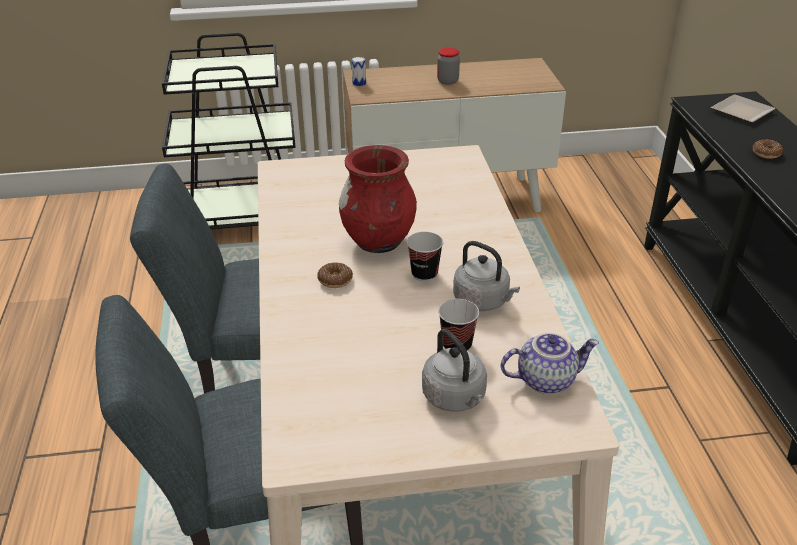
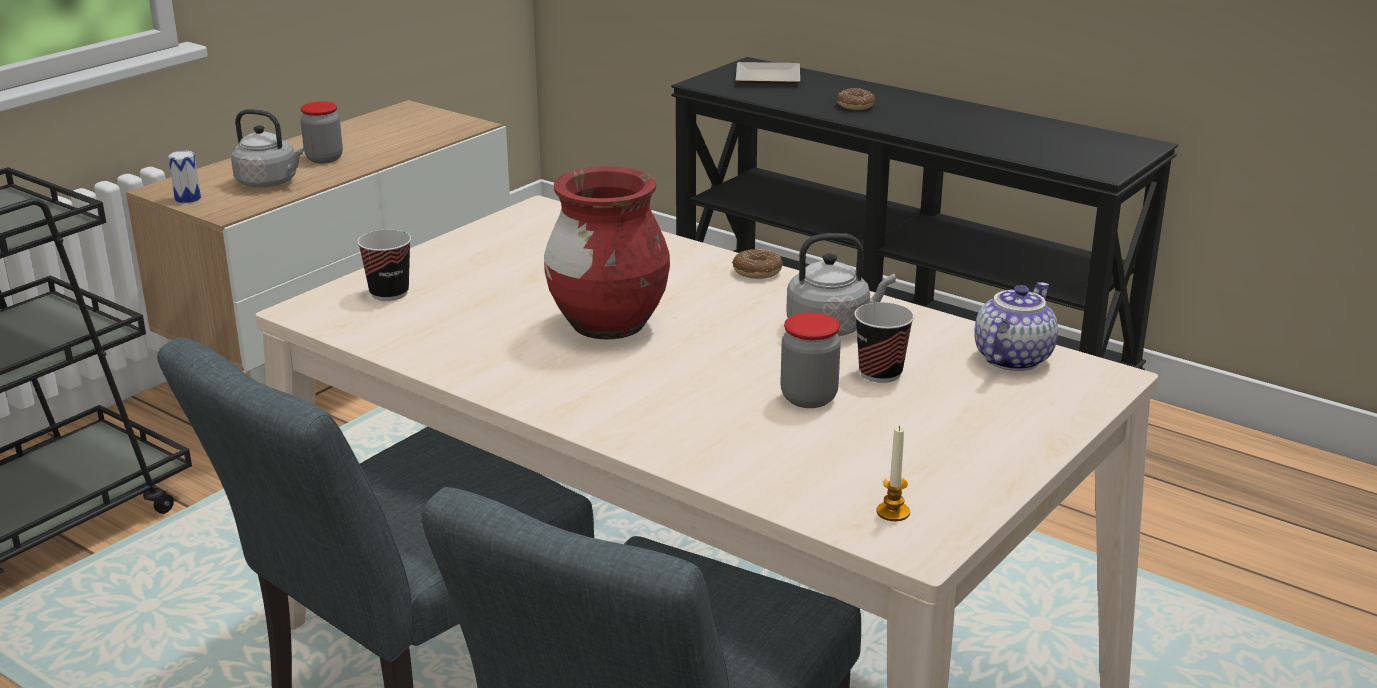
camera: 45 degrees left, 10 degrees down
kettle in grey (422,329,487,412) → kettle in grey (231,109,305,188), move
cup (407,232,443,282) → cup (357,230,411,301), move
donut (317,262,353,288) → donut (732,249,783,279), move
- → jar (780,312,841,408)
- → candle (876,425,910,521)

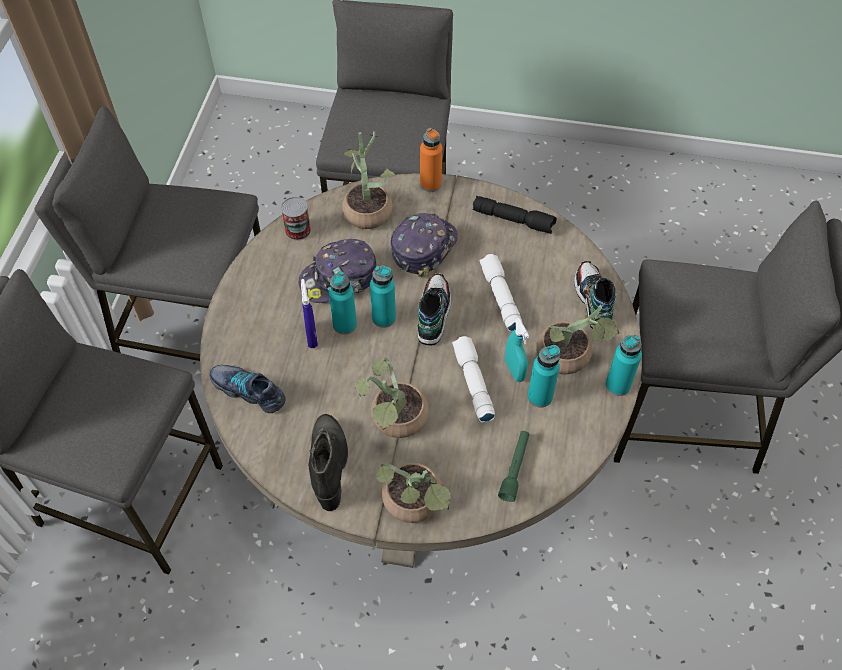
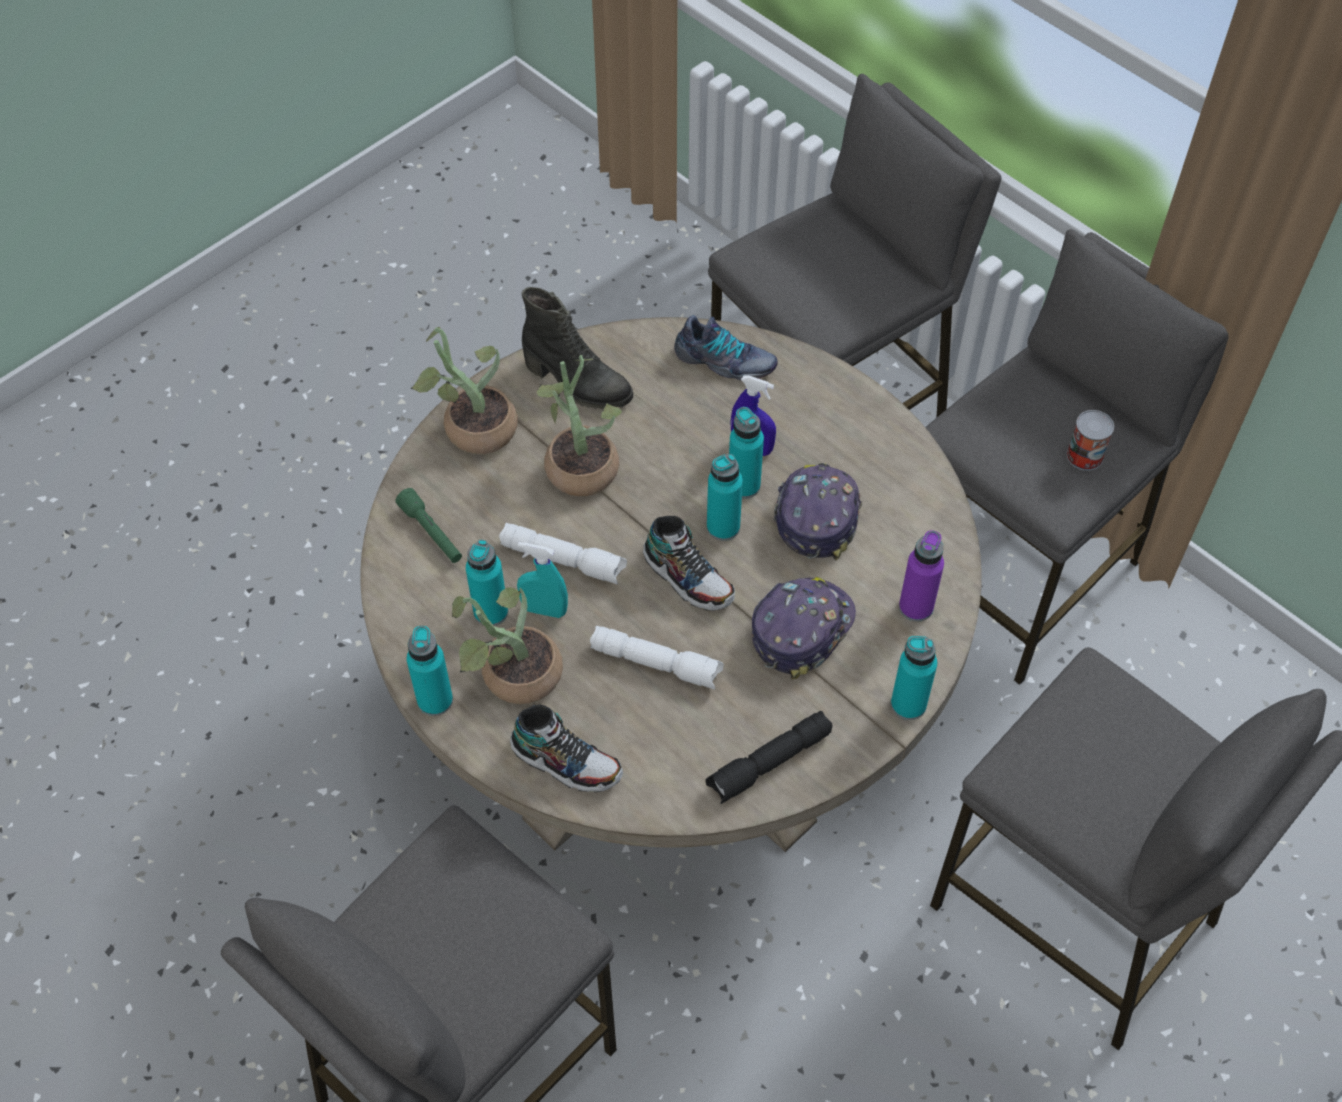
camera: 125 degrees right, 0 degrees up
shoe (210,365,286,413) → shoe (674,315,778,381), 45 degrees clockwise
cap (391,213,458,278) → cap (751,577,856,680), 120 degrees counterclockwise
bottle in orange (420,128,442,192) → bottle in turquoise (891,636,937,720)
potted plant (342,131,395,229) → bottle in purple (899,530,944,622)
can (281,197,311,240) → can (1067,410,1114,471), move

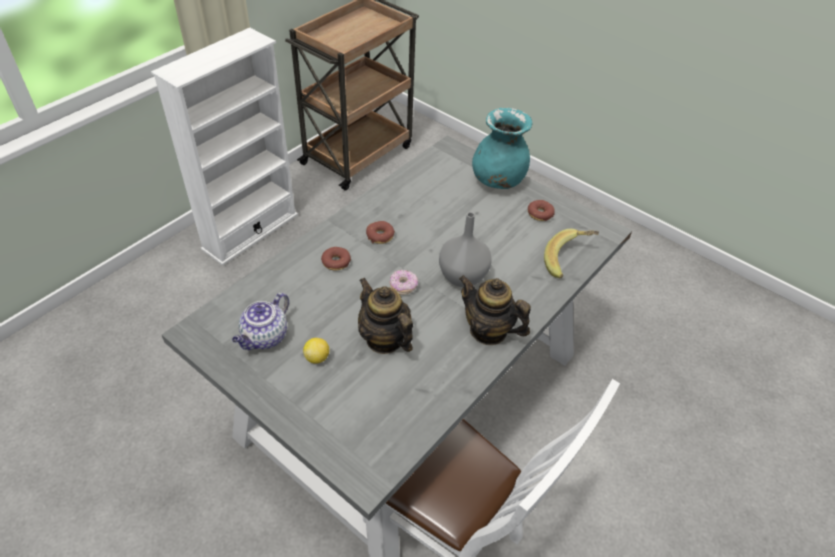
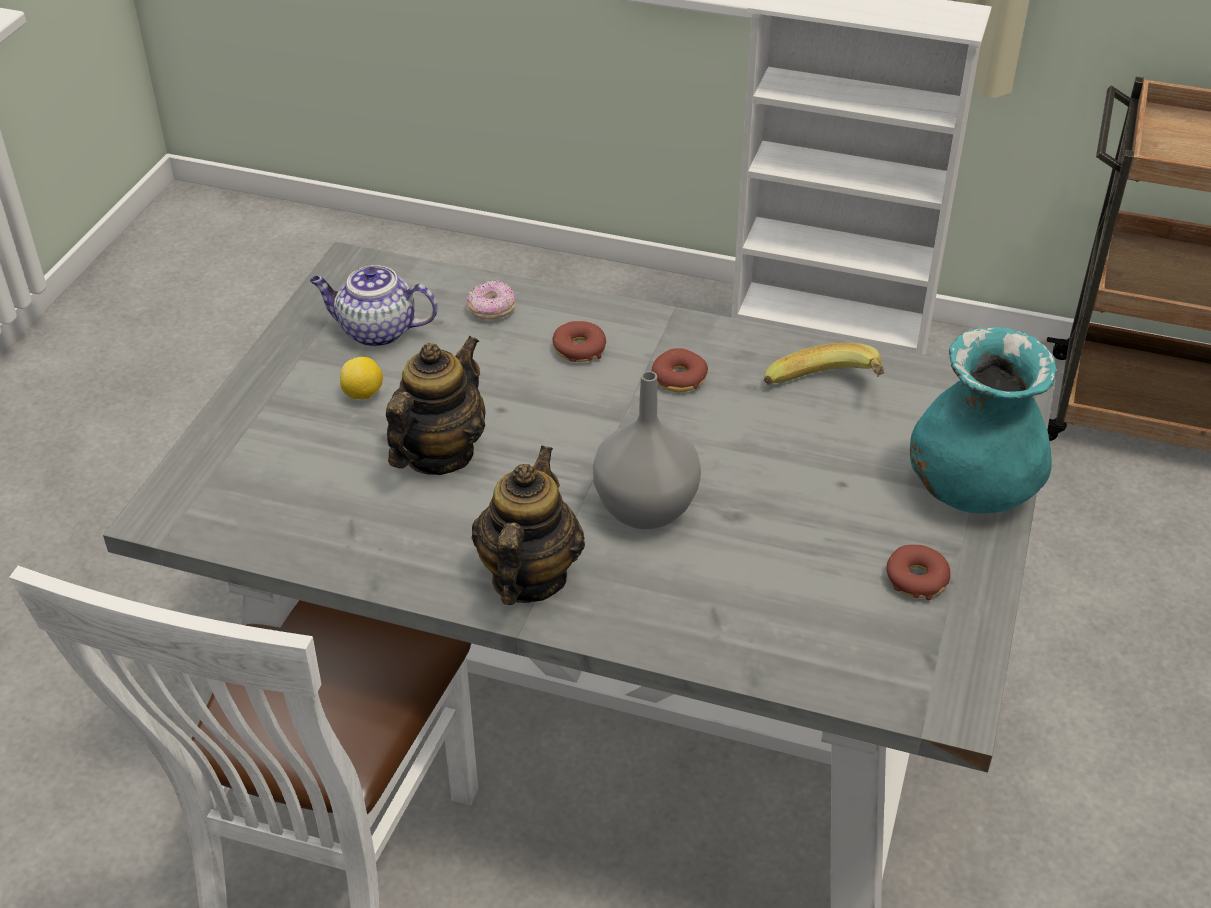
camera: 70 degrees right, 5 degrees down
donut (390,270,418,295) → donut (466,280,515,320), move
banana (544,229,599,278) → banana (764,343,884,385), move

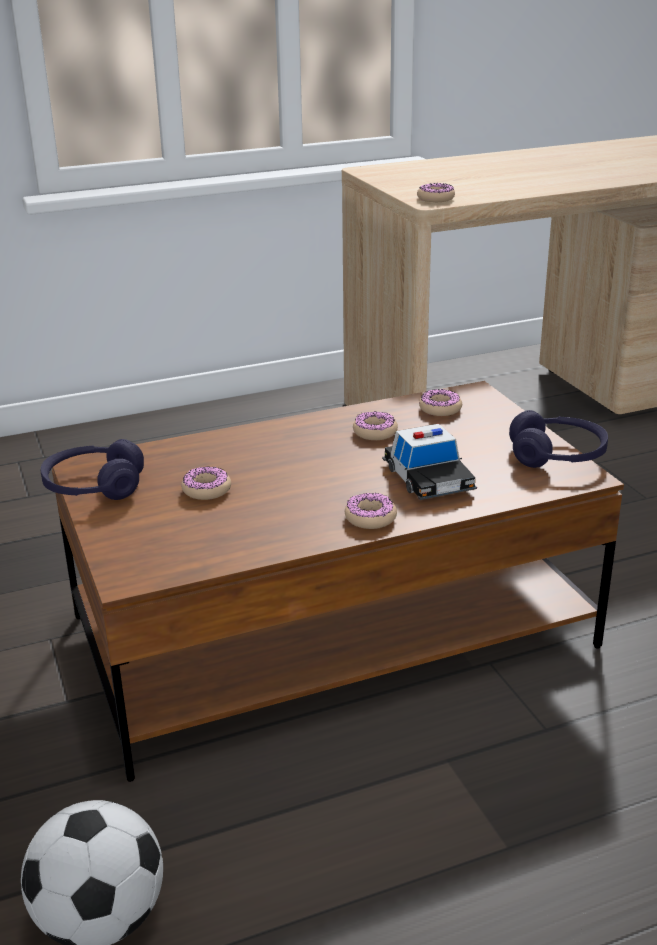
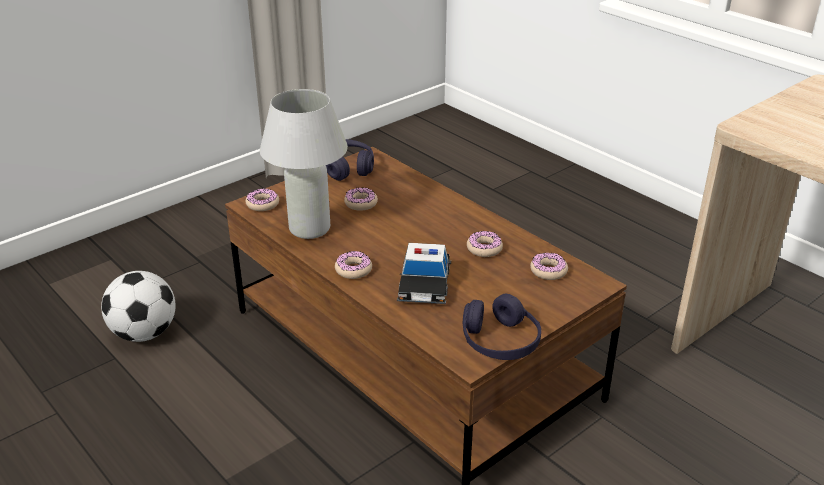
camera: 70 degrees right, 5 degrees up
donut (417,183,455,202) → donut (246,189,279,211), move
- → table lamp in white (260,89,348,239)
toy car (382,424,477,500) → toy car (397,243,451,304), 45 degrees counterclockwise

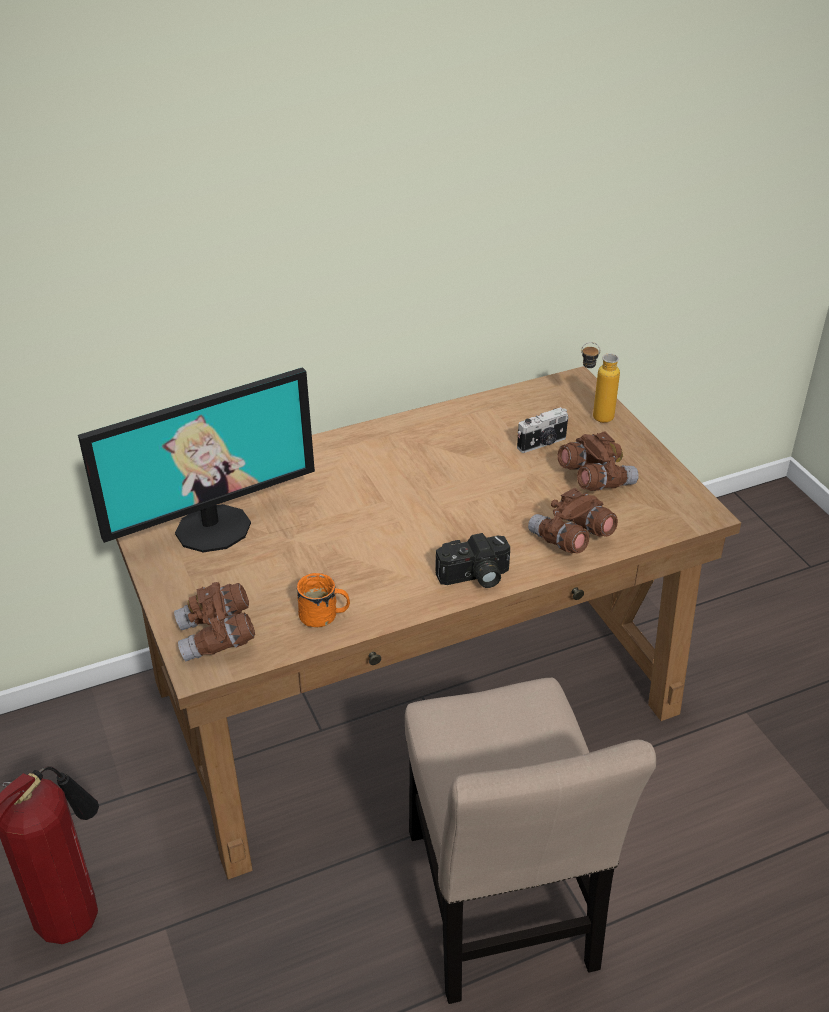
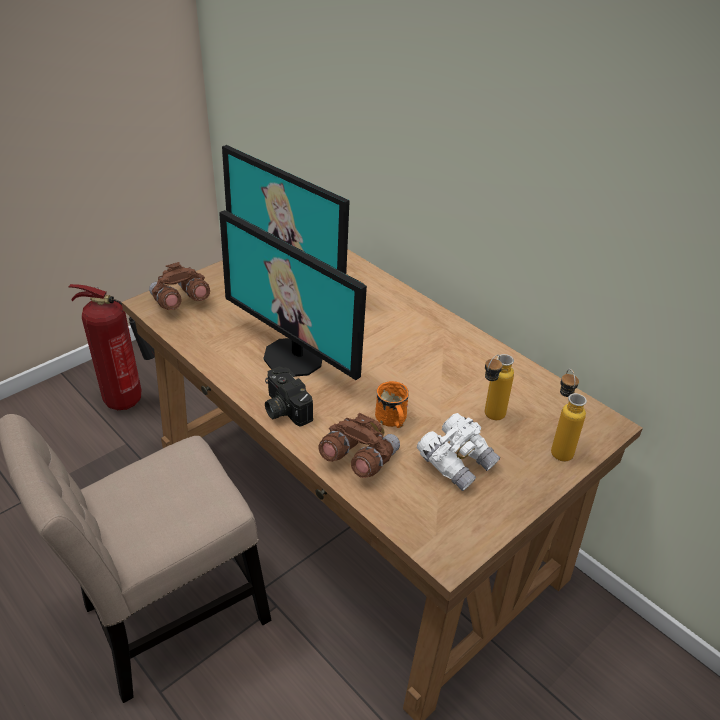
camera: 70 degrees right, 0 degrees up
- → monitor (219,210,367,380)
mug in orange (297,573,350,627) → mug in orange (375,381,409,428), move
binoculars in brown (557,432,639,491) → binoculars in white (417,413,500,491)
photo camera (517,407,569,453) → bottle (485,354,514,420)

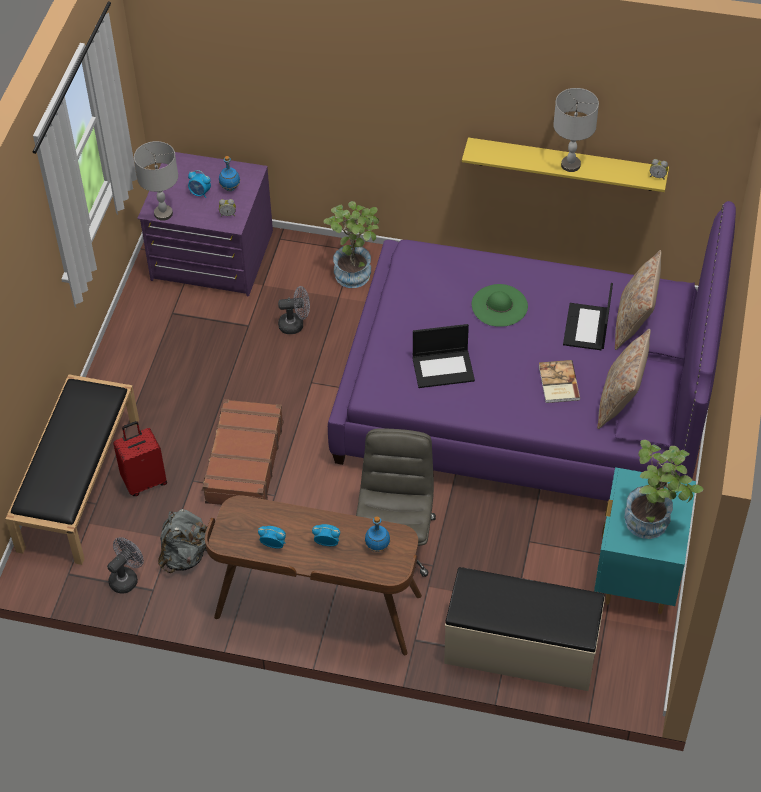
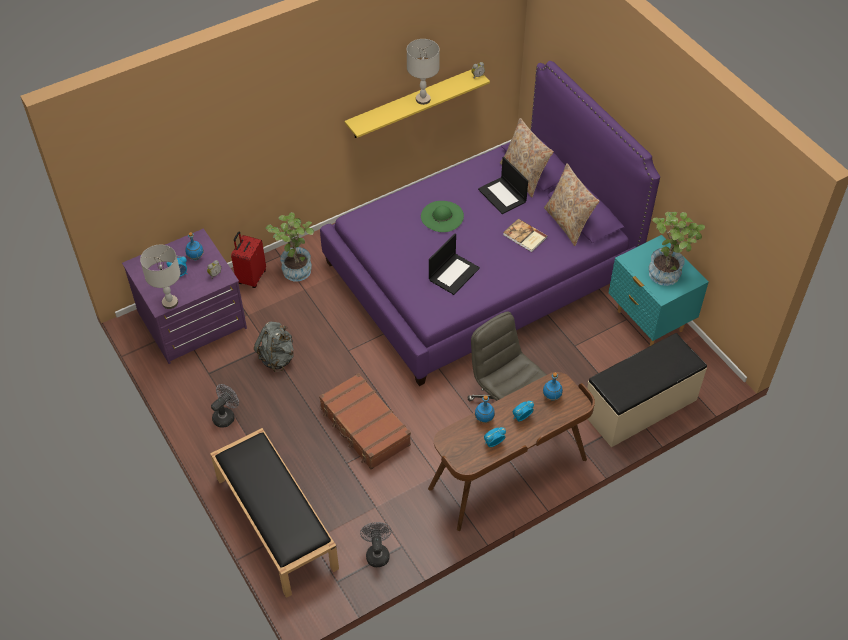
camera: 45 degrees left, 0 degrees up
fan in grey (278,286,310,334) → fan in grey (211,384,239,428), move
suitcase in red (113,421,167,496) → suitcase in red (231,232,266,288), move
backpack in grey (158,509,207,573) → backpack in grey (254,322,294,372), move
- → bottle in blue (475,395,495,423)

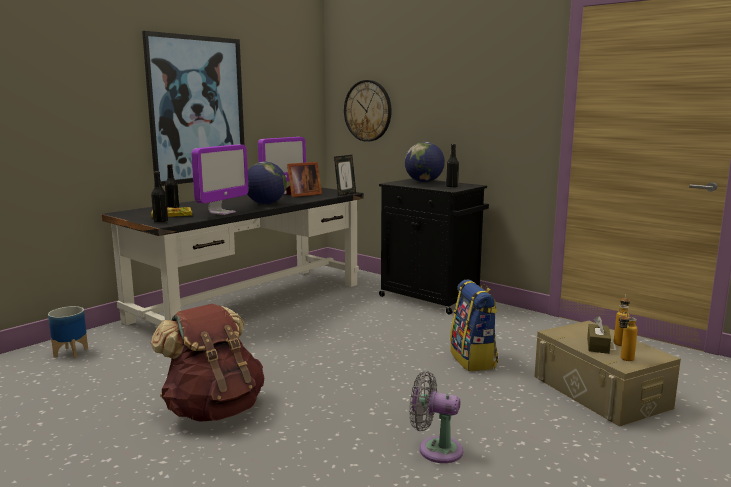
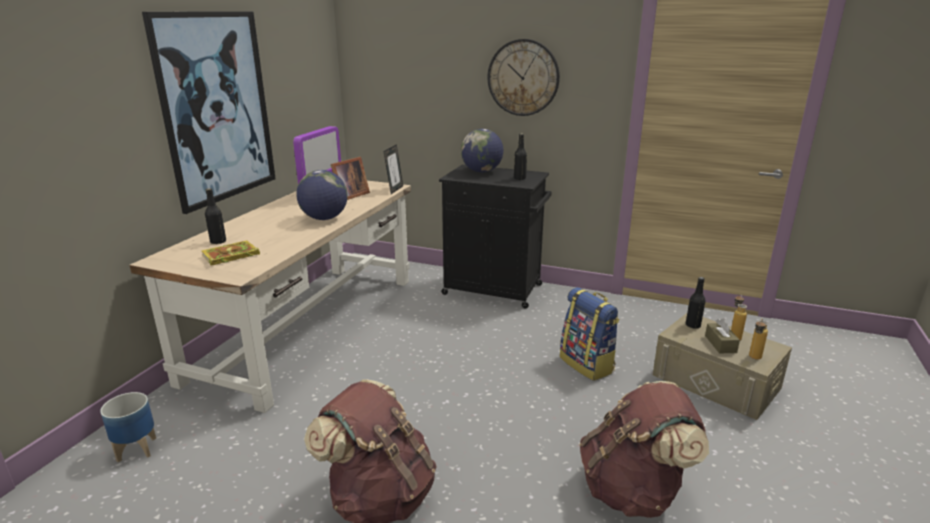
camera: 20 degrees left, 10 degrees up
desk in black (101,187,363,326) → desk in beige (129,181,411,413)
wall clock (344,80,392,142) → wall clock (487,39,560,116), move
fan in grey (409,371,463,463) → backpack in brown (579,381,709,518)
bottle in black (151,171,168,222) → bottle in black (686,277,706,329), move
monitor (192,145,248,215) → -

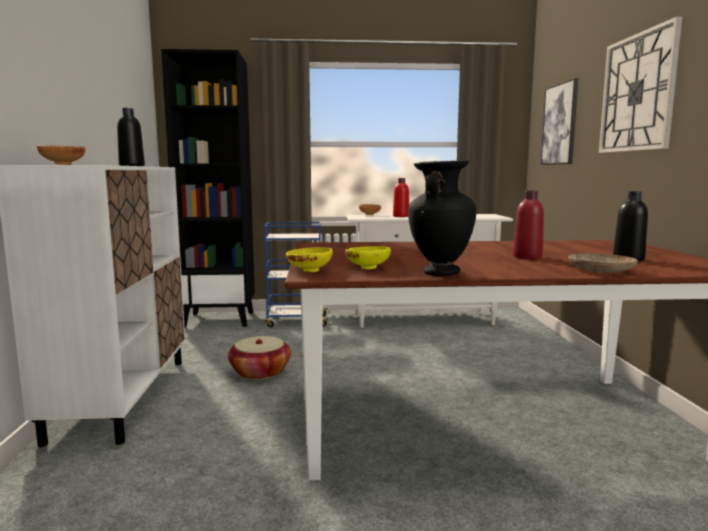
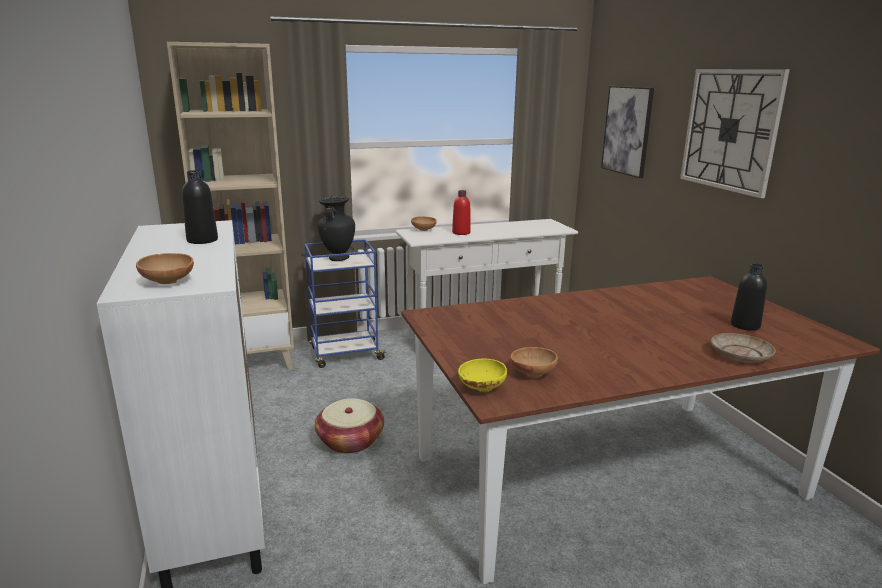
camera: 15 degrees left, 10 degrees up
bookcase in black (161,49,255,328) → bookcase in beige (167,42,294,370)
vase in black (408,160,476,276) → vase in black (318,196,355,261), move
bowl in yellow (345,246,391,269) → bowl in brown (510,347,558,378)
bottle in red (513,191,544,259) → -

